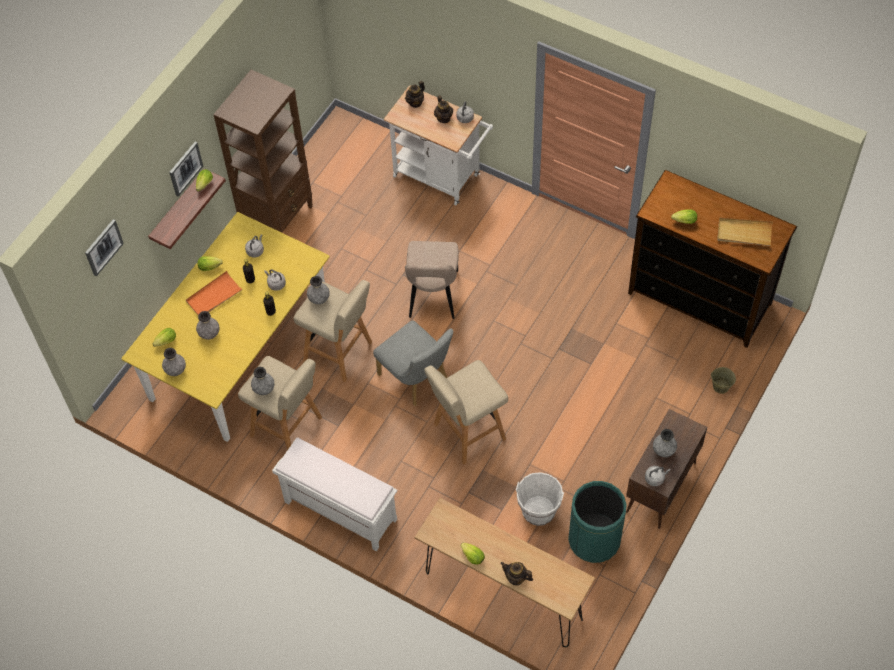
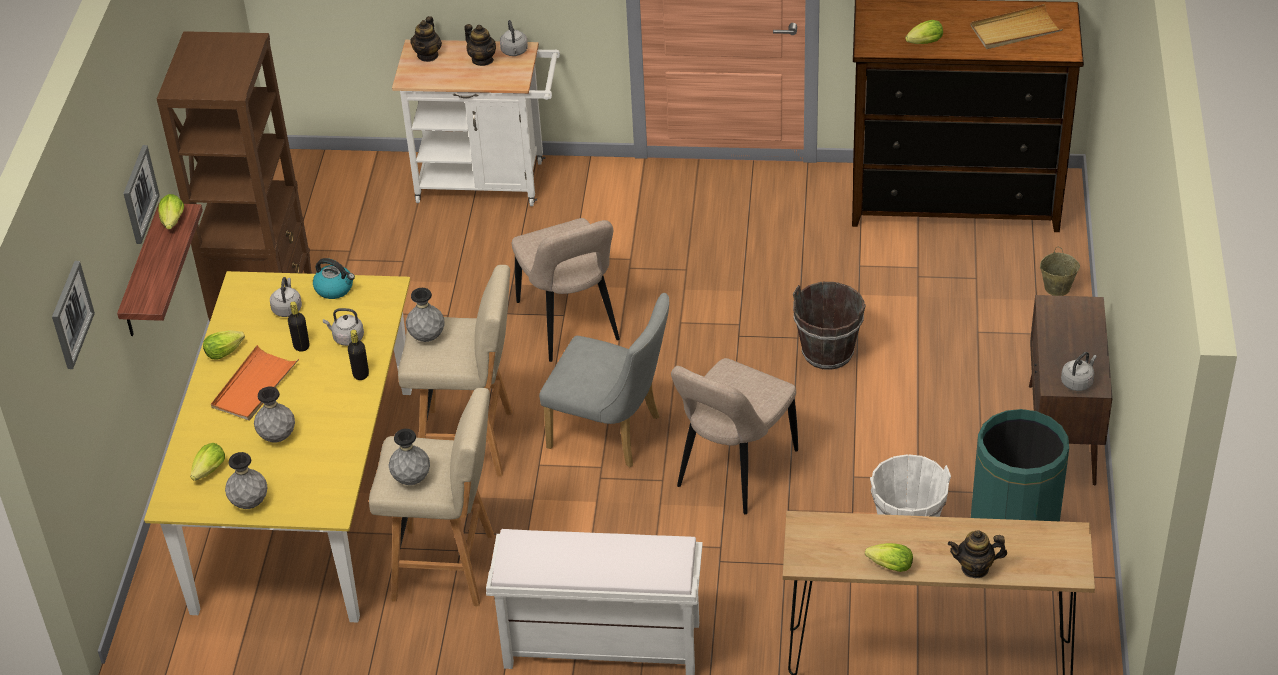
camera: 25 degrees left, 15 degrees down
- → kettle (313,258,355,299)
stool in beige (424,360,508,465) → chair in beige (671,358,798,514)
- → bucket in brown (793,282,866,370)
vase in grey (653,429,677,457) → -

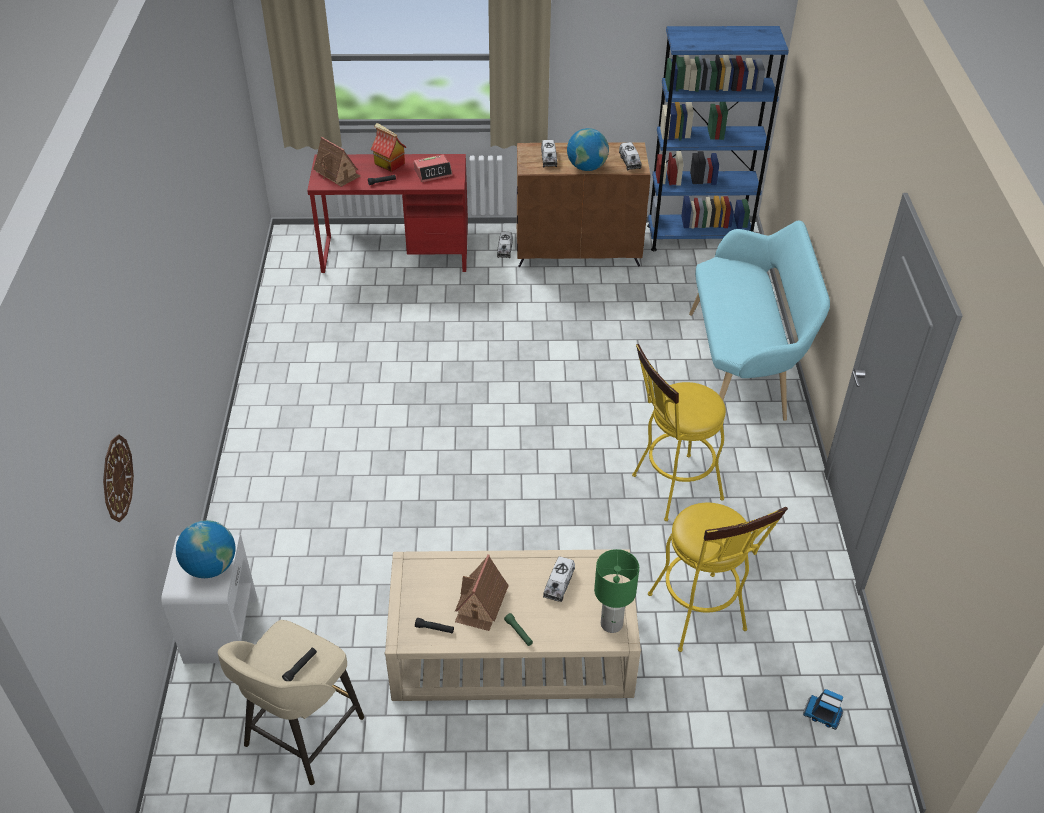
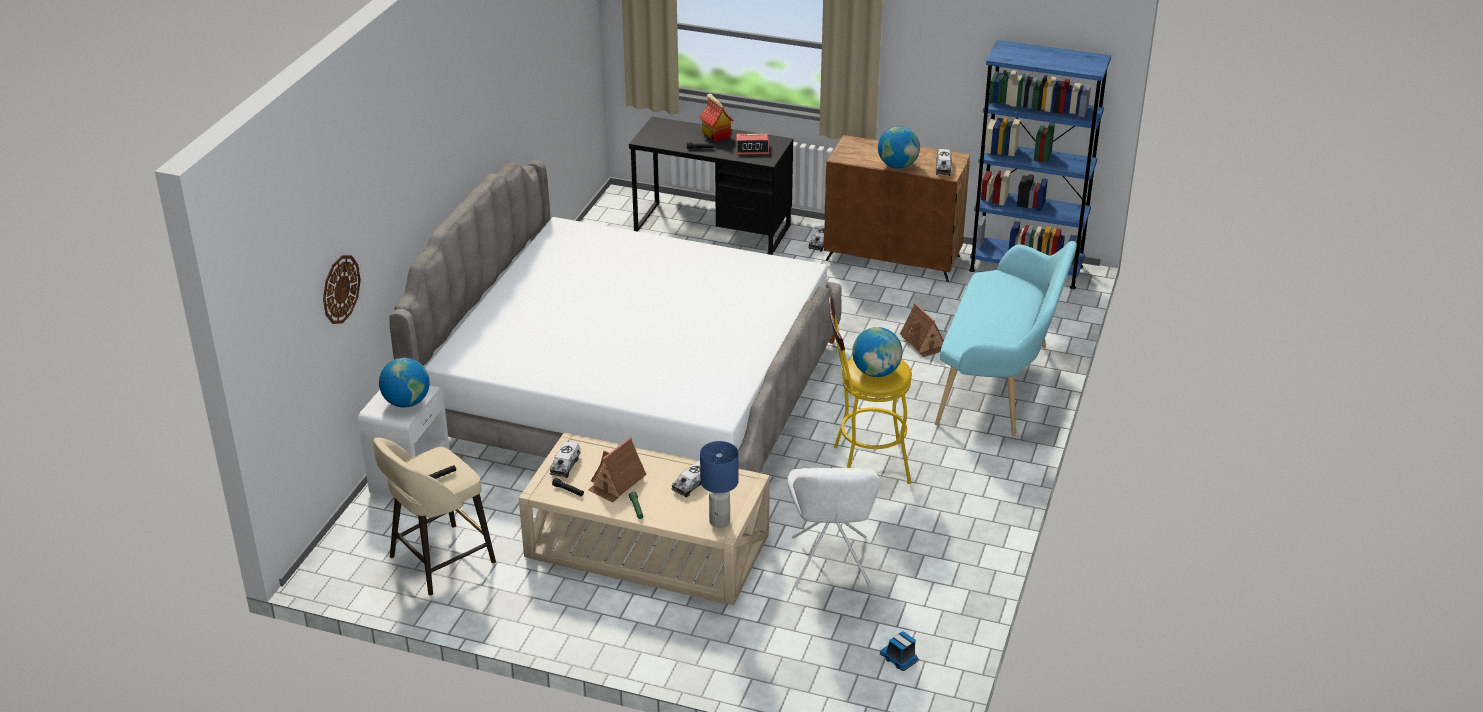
camera: 20 degrees right, 10 degrees down
- → bed (389,160,842,473)
toy truck (541,140,557,167) → toy truck (550,441,581,478), move
desk in red (307,154,468,273) → desk in black (629,117,793,255)
table lamp in green (594,549,639,633) → table lamp in blue (700,441,738,528)
stool in yellow (648,503,788,652) → chair in white (787,468,880,588)
- → globe (852,327,903,377)
toy house (313,137,360,187) → toy house (900,303,944,357), move

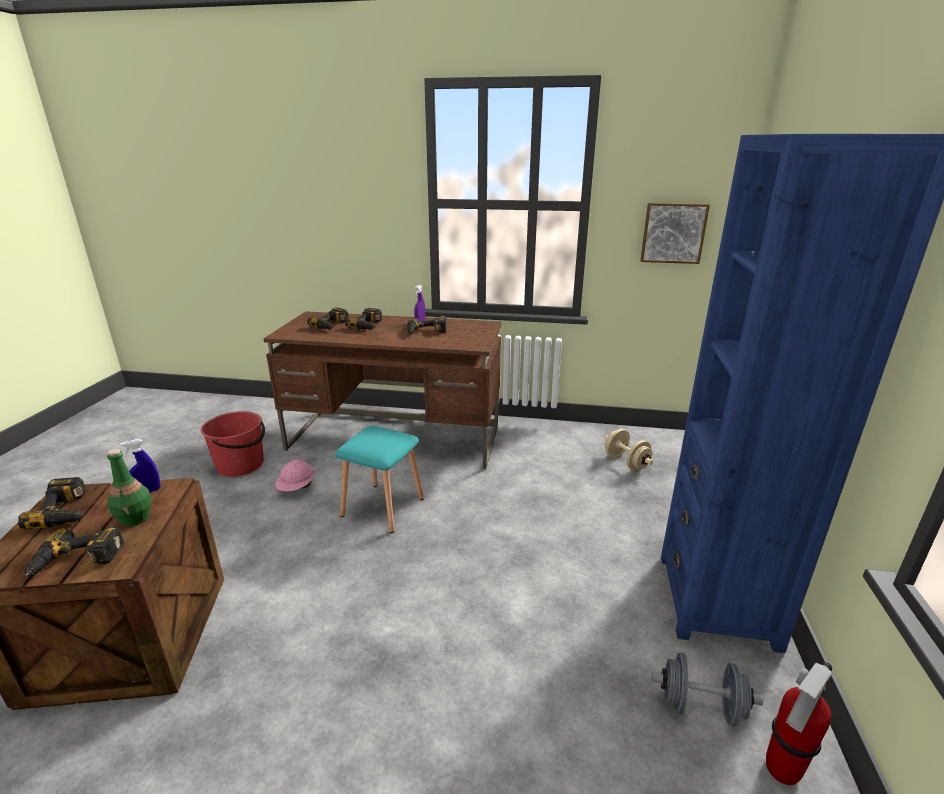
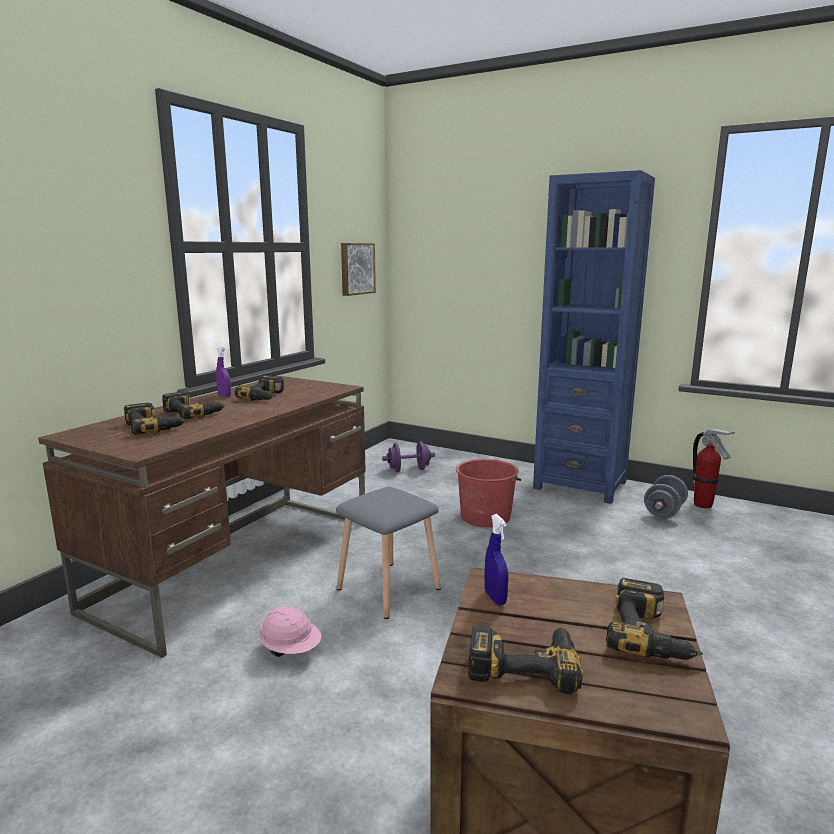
camera: 70 degrees left, 10 degrees down
stool in turquoise (335,426,424,533) → stool in grey (336,487,441,619)
dumbbell in beige (605,429,653,471) → dumbbell in purple (382,441,435,472)
bucket in red (201,411,265,477) → bucket in red (456,459,521,527), move
bottle in green (107,449,152,526) → -

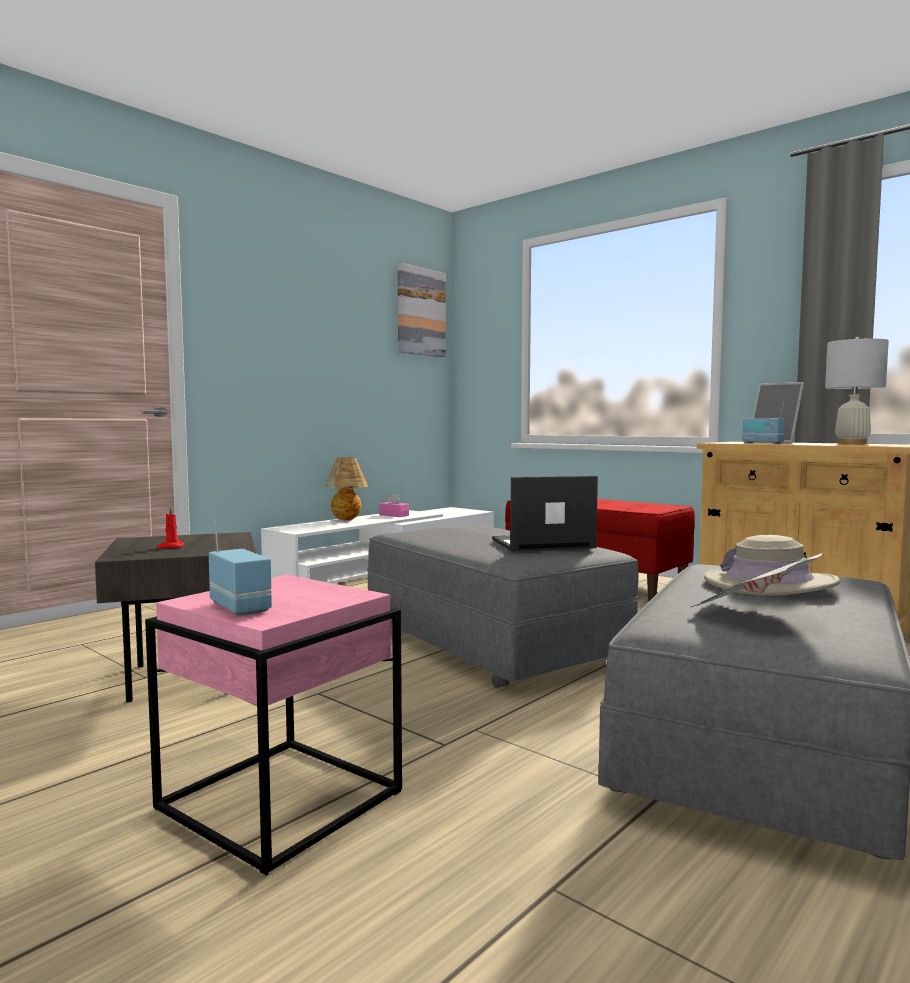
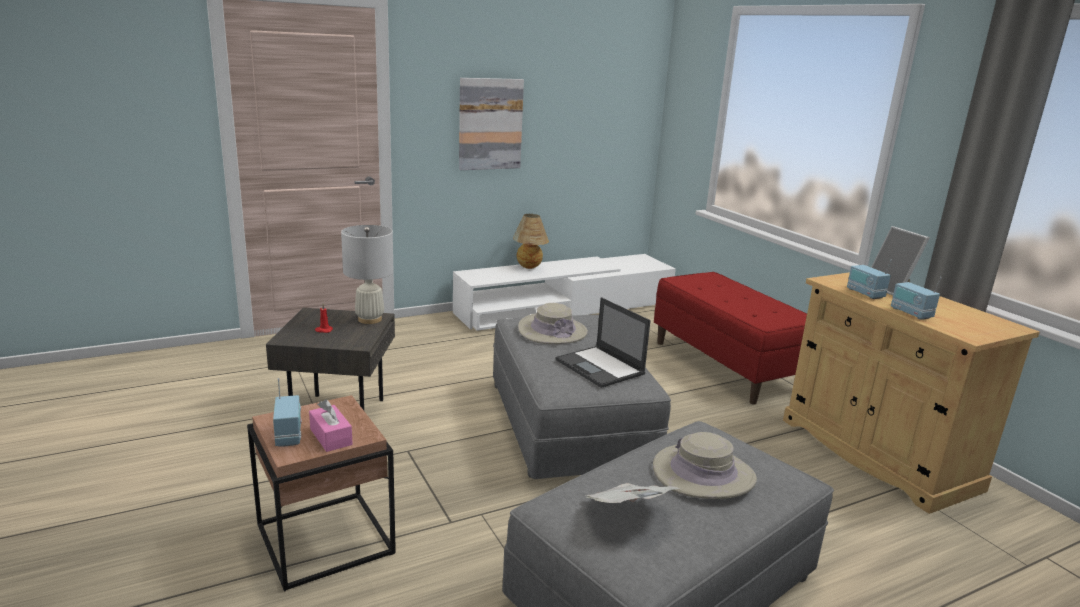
camera: 20 degrees right, 15 degrees up
side table in pink (145,575,402,876) → side table in brown (247,395,396,592)
tissue box in pink (379,492,409,517) → tissue box in pink (309,399,353,452), move
table lamp in white (825,337,889,444) → table lamp in white (341,225,393,324), move
picture (398,263,446,357) → picture (459,78,524,170), move
- → hat in beige (518,303,588,344)
laptop (492,476,598,552) → laptop (556,297,651,388), 135 degrees counterclockwise
- → radio (891,277,942,320)

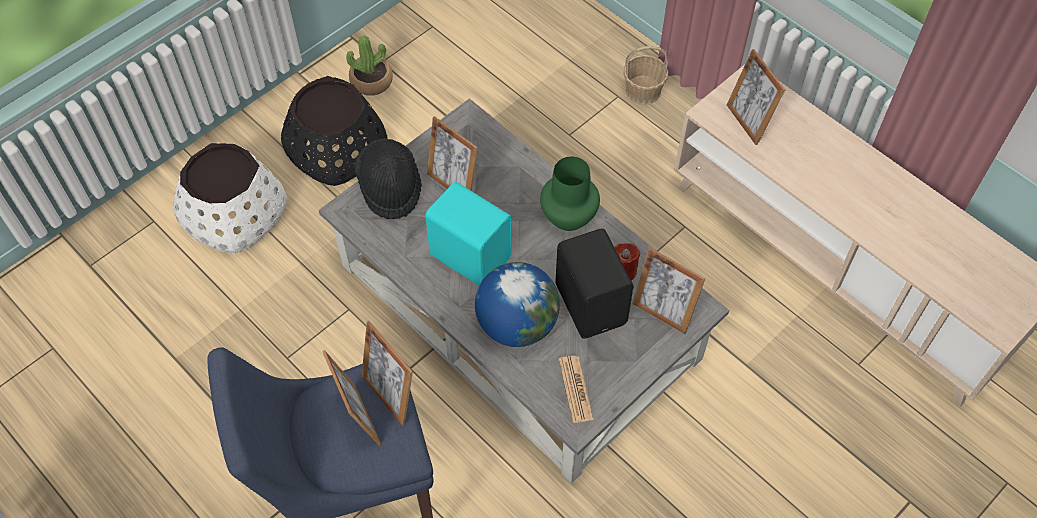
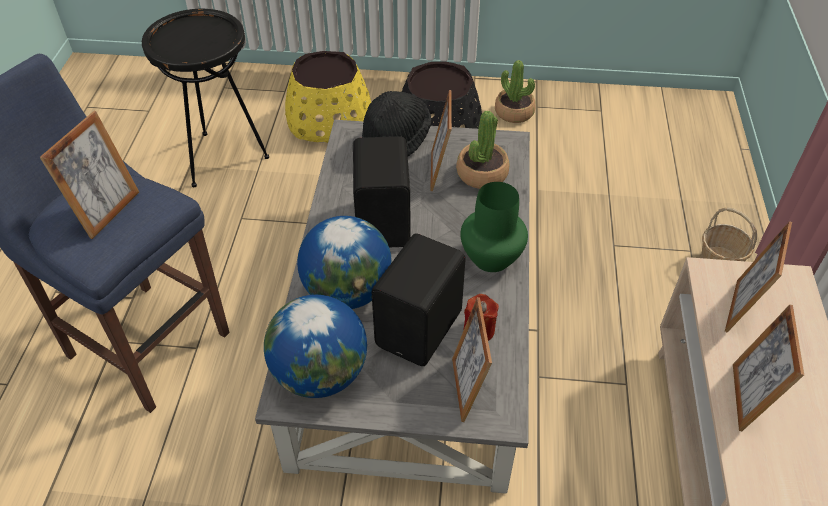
camera: 50 degrees right, 10 degrees down
- → side table in black (142,9,269,187)
newspaper (559,356,594,423) → globe (264,295,367,398)
planter in white (173,143,287,253) → planter in yellow (285,51,371,143)
speaker in turquoise (425,182,512,286) → speaker in black (353,136,411,248)
- → potted plant (456,111,510,189)
picture frame (362,321,413,426) → picture frame (733,305,804,431), move

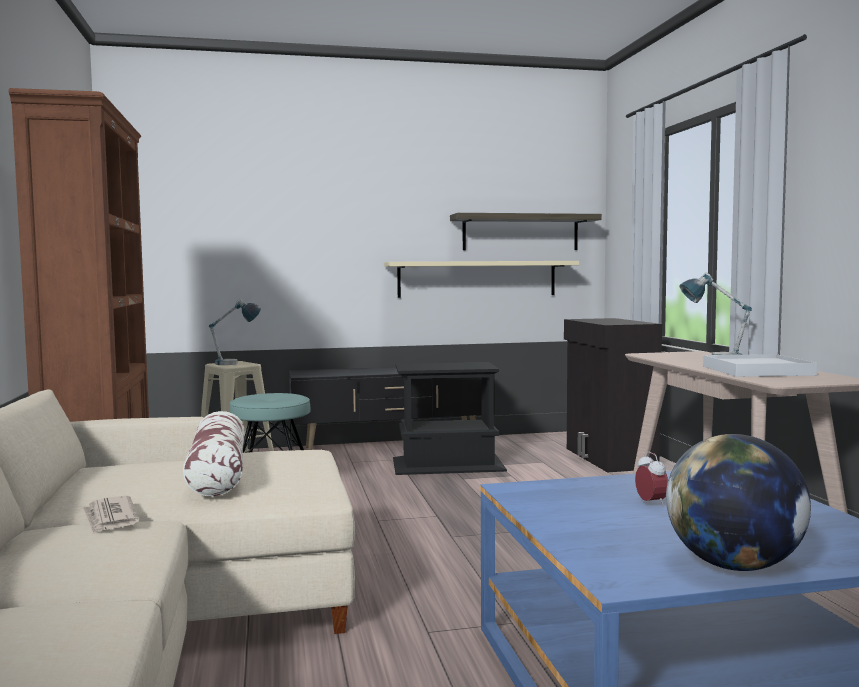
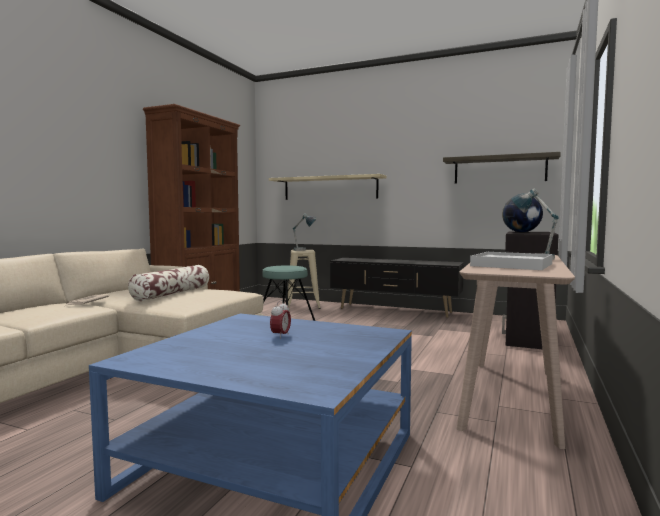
camera: 35 degrees right, 0 degrees up
shelf in beige (384,261,579,298) → shelf in beige (269,174,387,200), move
globe (666,434,811,571) → globe (502,198,543,232), move
side table in black (393,362,507,475) → -

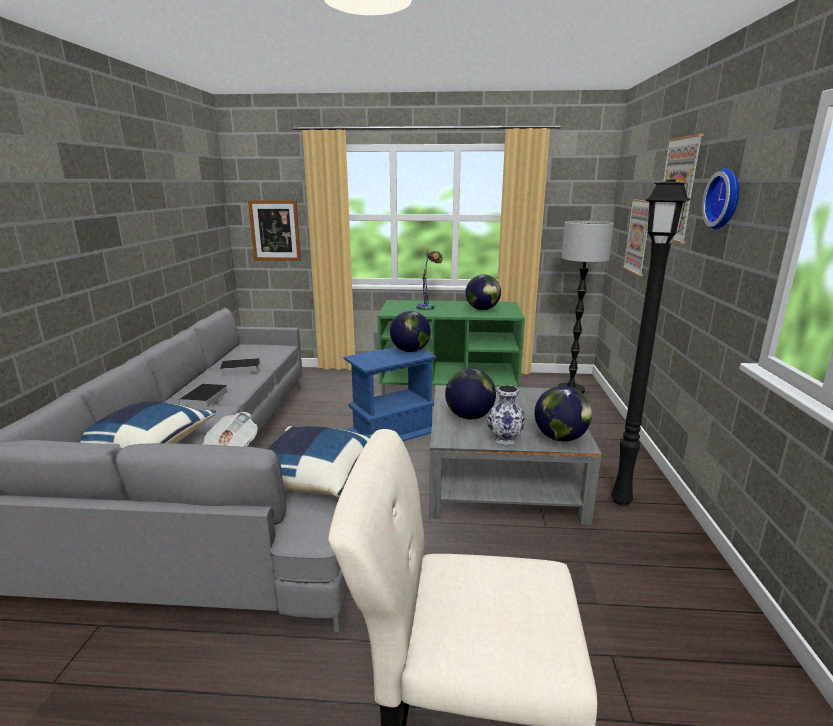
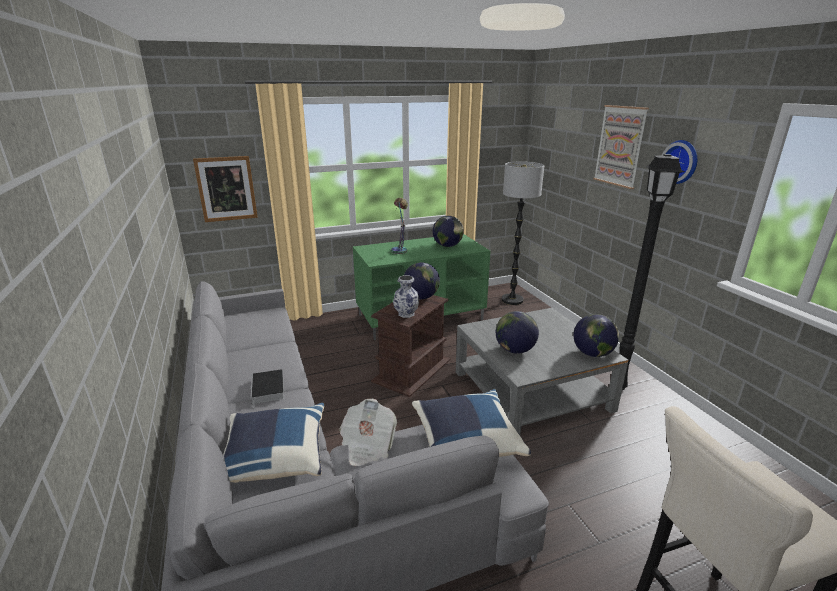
camera: 25 degrees left, 5 degrees up
side table in blue (343,347,437,441) → side table in brown (371,295,451,397)
vase (487,385,526,445) → vase (393,275,419,318), move
book (219,358,260,375) → -
picture (622,199,649,276) → -

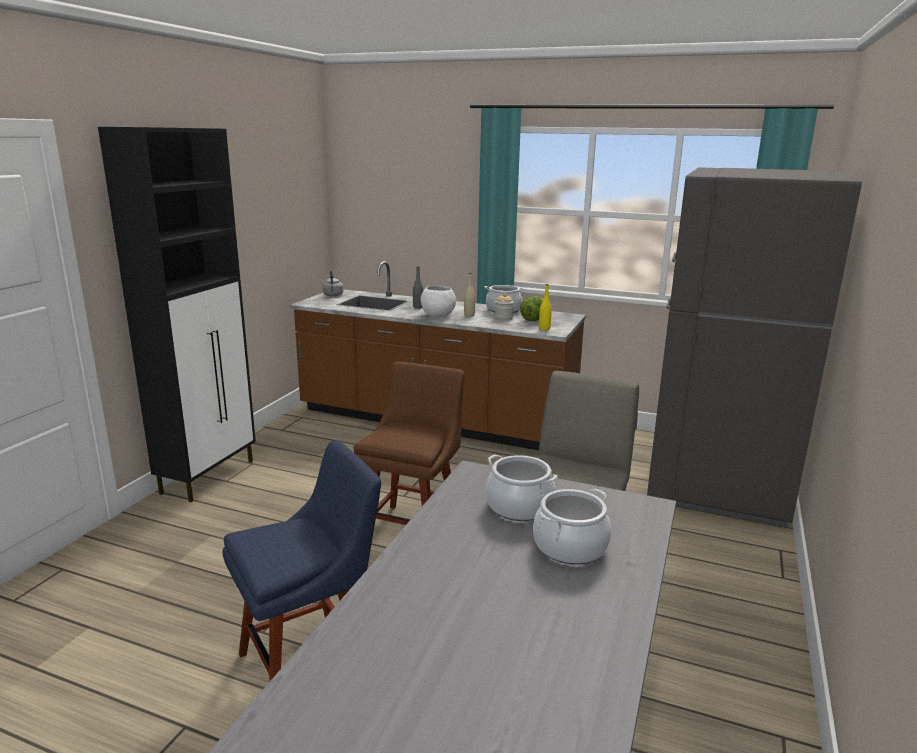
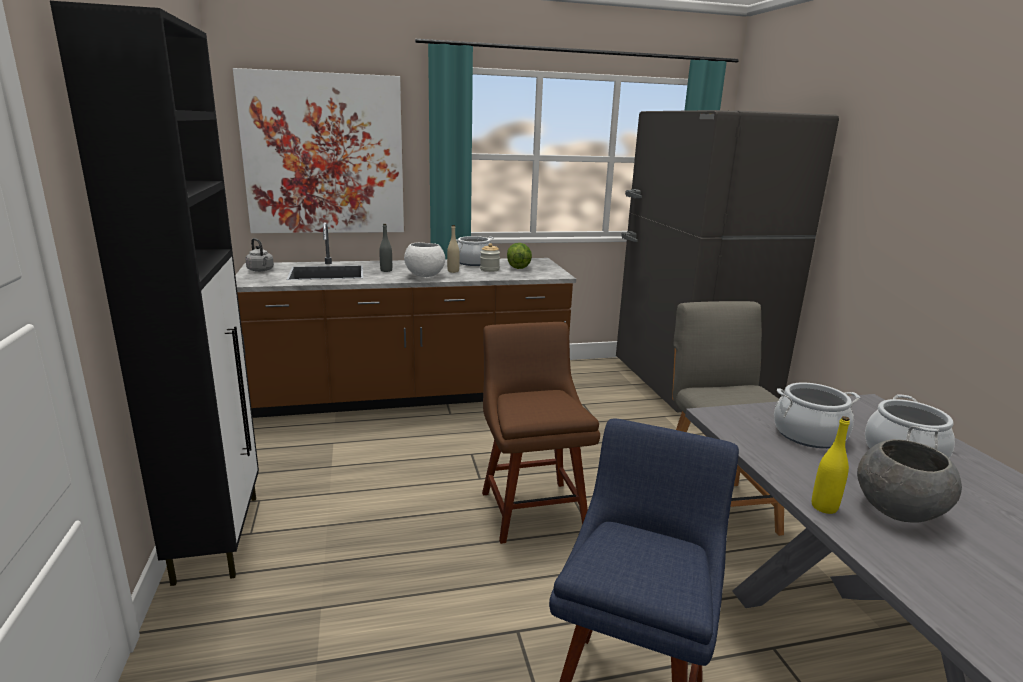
camera: 35 degrees left, 0 degrees up
- → picture (233,68,404,233)
bottle in yellow (539,284,552,331) → bottle in yellow (812,416,850,514), move
- → bowl in grey (857,439,962,523)

